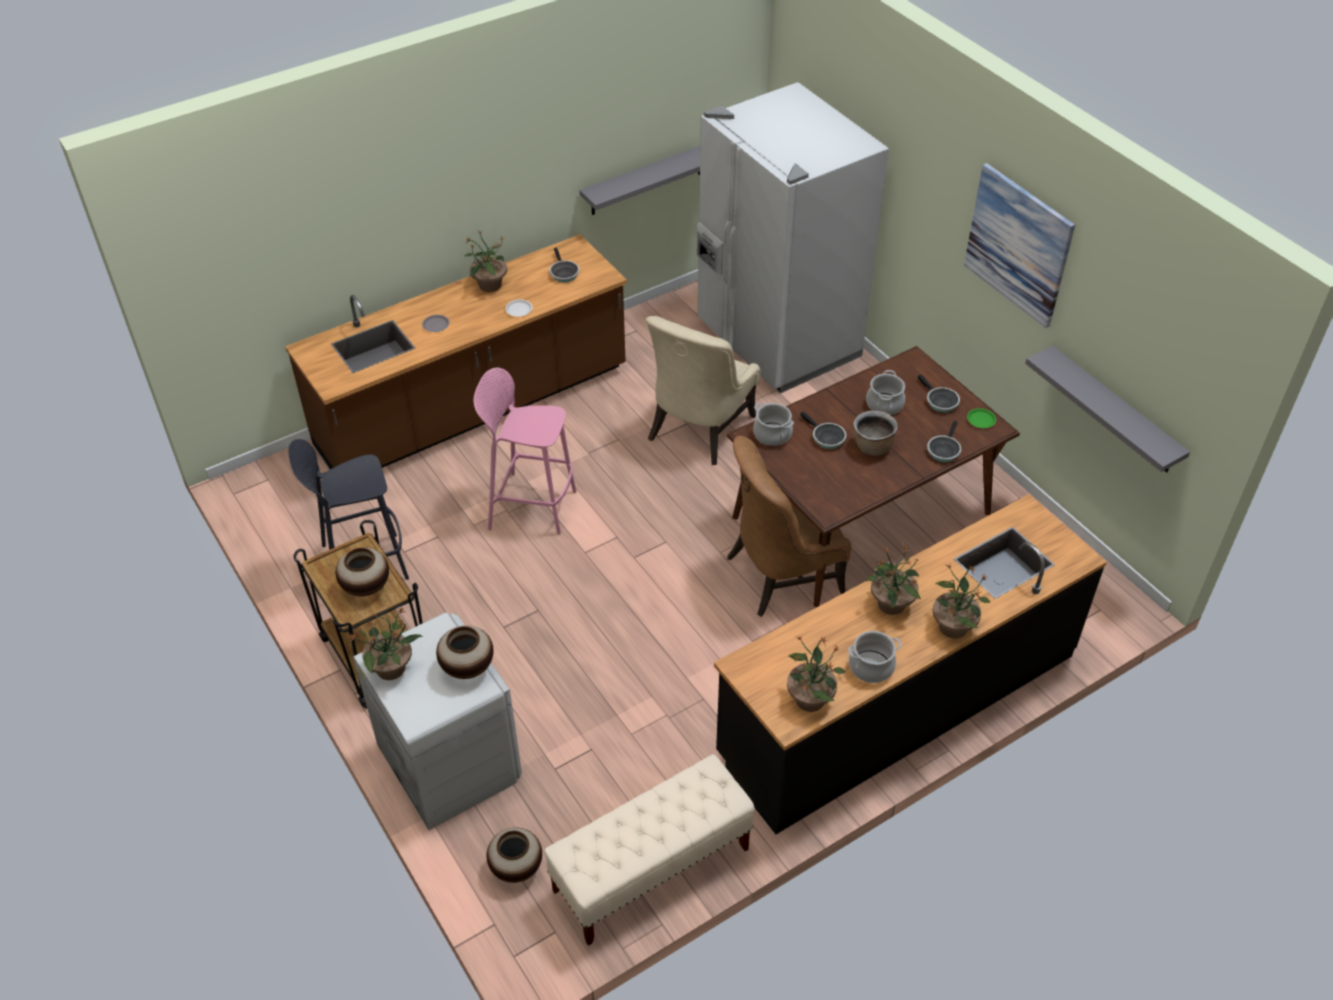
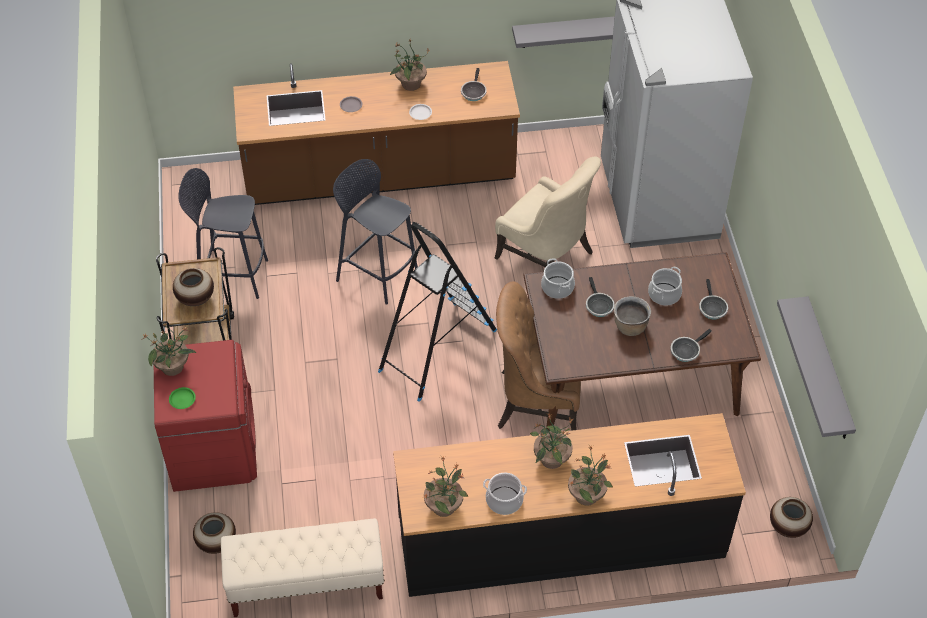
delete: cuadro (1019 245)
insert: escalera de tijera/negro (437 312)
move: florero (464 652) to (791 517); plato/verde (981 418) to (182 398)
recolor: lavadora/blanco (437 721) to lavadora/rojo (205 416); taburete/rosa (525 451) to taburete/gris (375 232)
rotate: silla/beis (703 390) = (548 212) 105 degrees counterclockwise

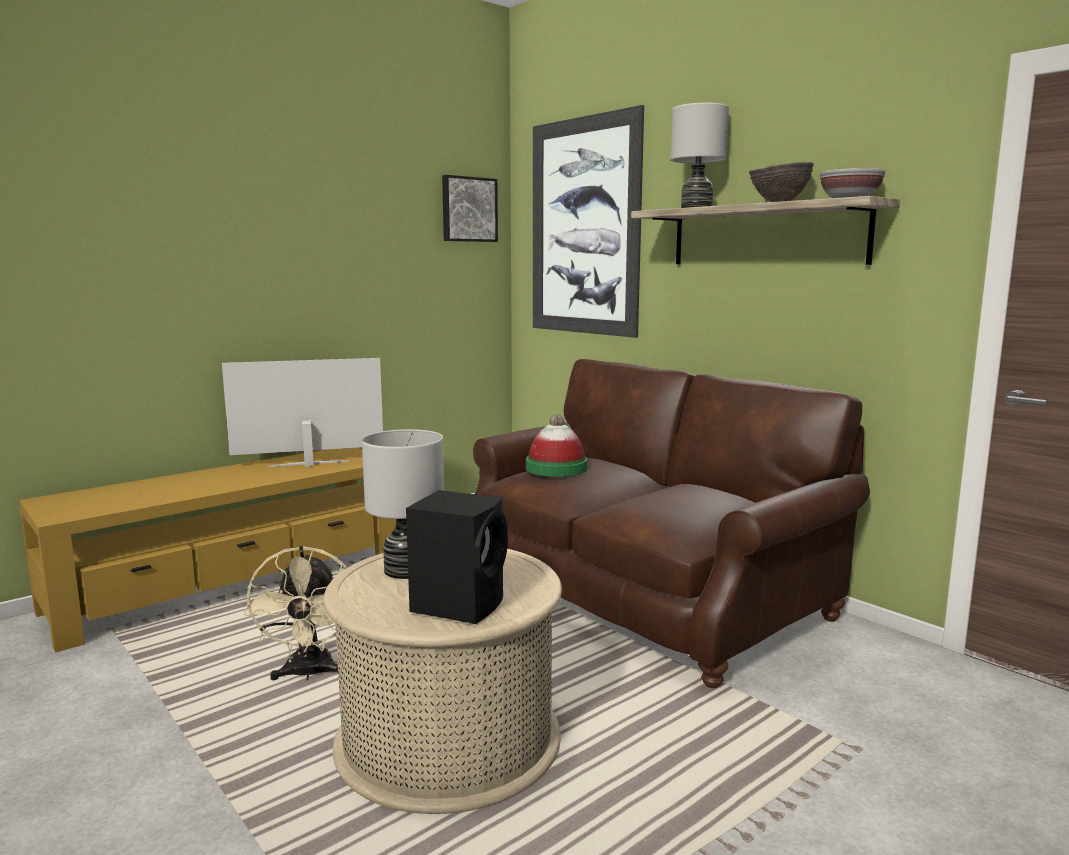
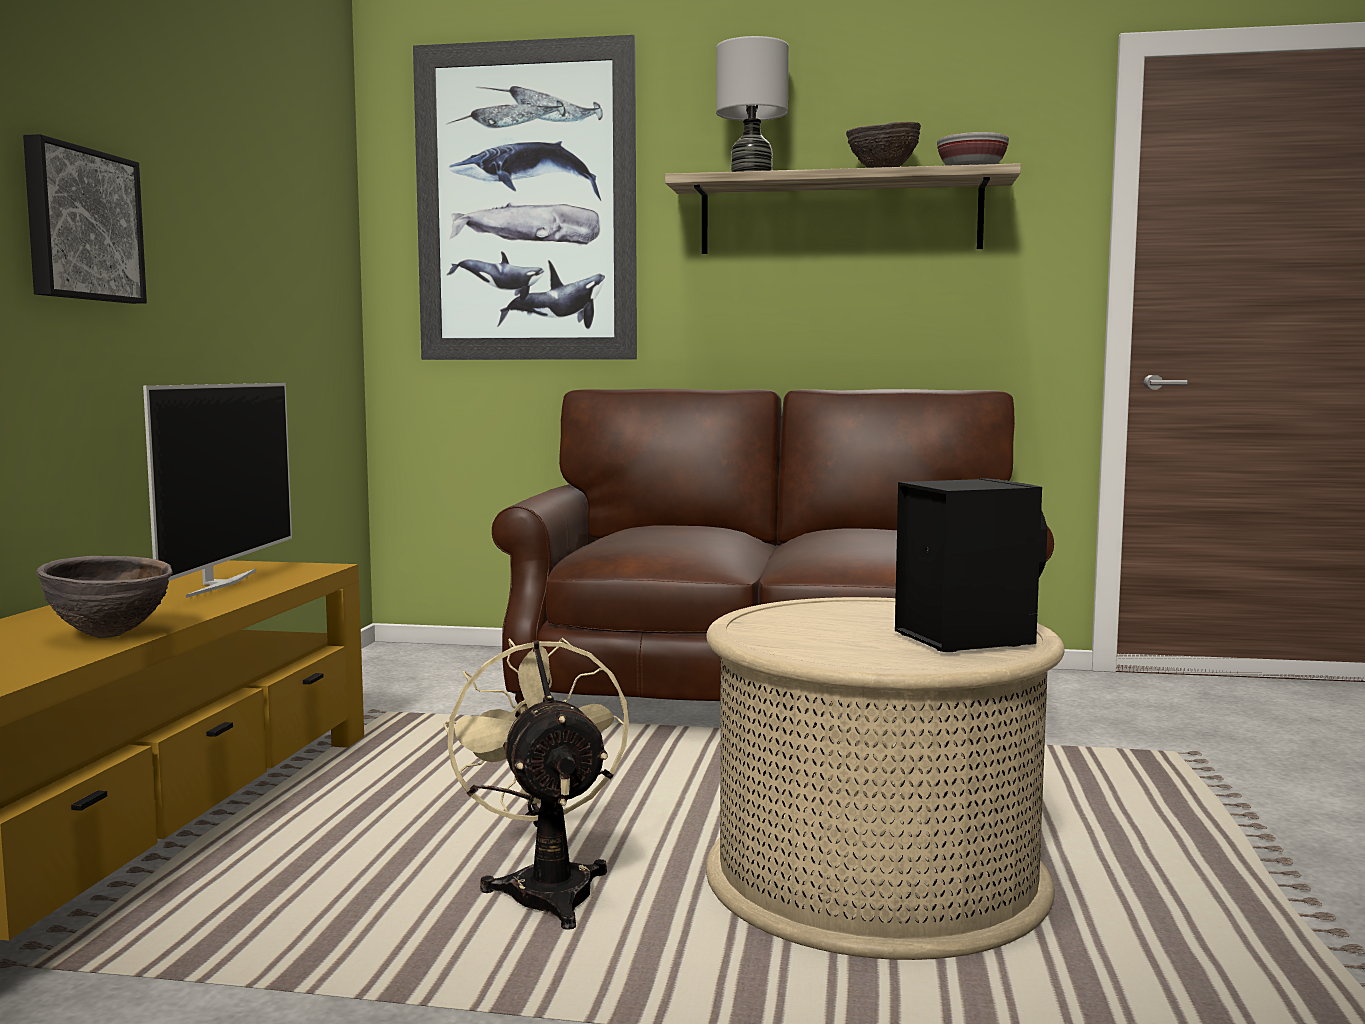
delete: lámpara de mesa/gris (403 504); sombrero (557 445)
insert: cuenco/marrón (104 597)
move: cuadro (470 208) to (85 219)
rotate: televisor (302 412) = (217 490) 150 degrees clockwise; ventilador/beis (295 613) = (536 784) 150 degrees counterclockwise

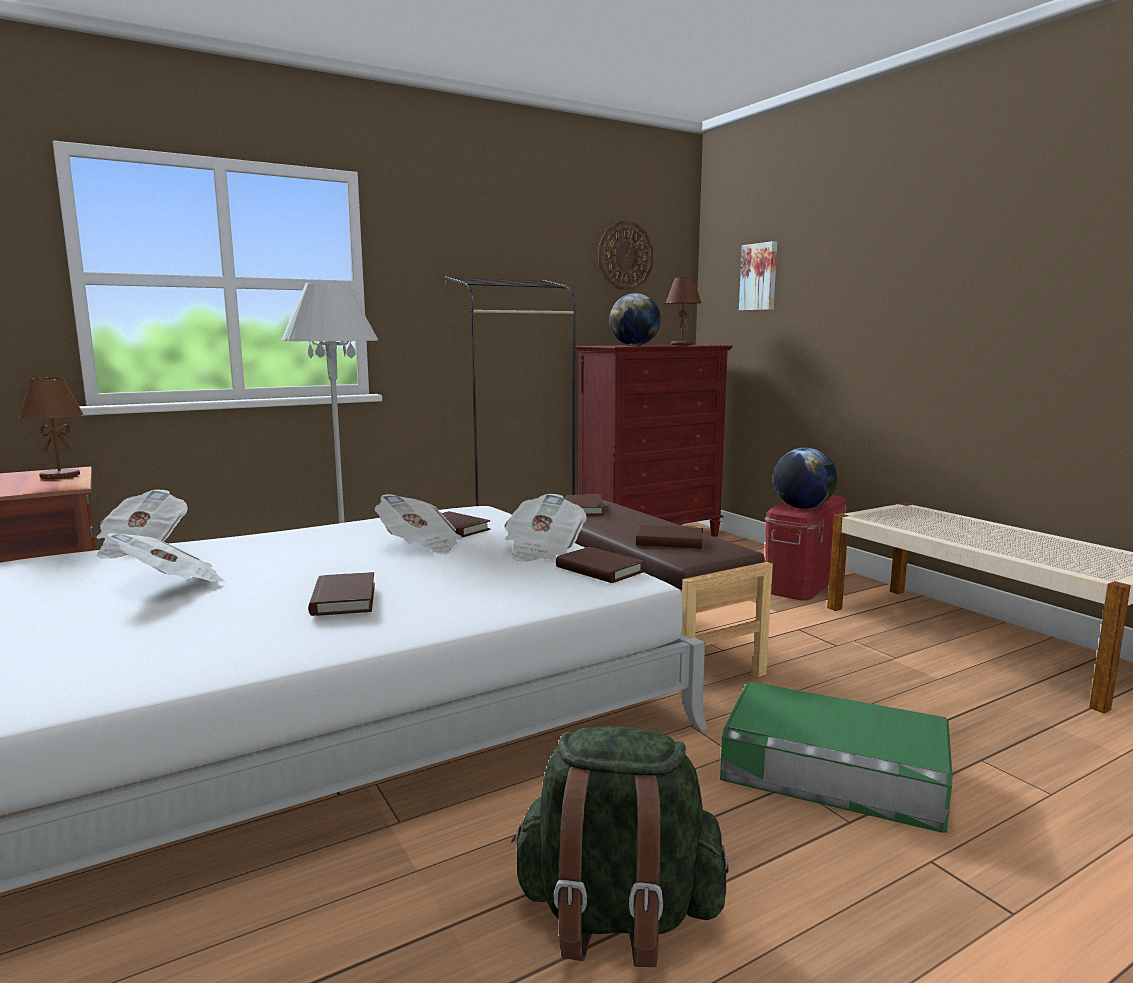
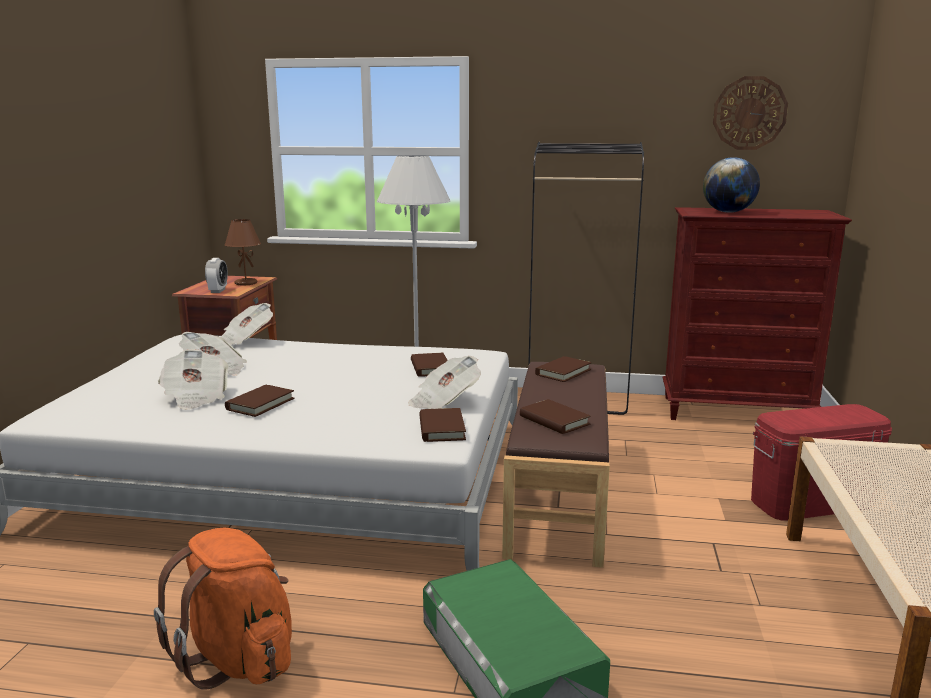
delete: lámpara de mesa/marrón (683 311); cuadro (758 276); globo terráqueo (805 478)
insert: despertador (216 275)
move: periódico (418 524) to (193 379)
recolor: mochila/verde (620 846) to mochila/naranja (223 609)

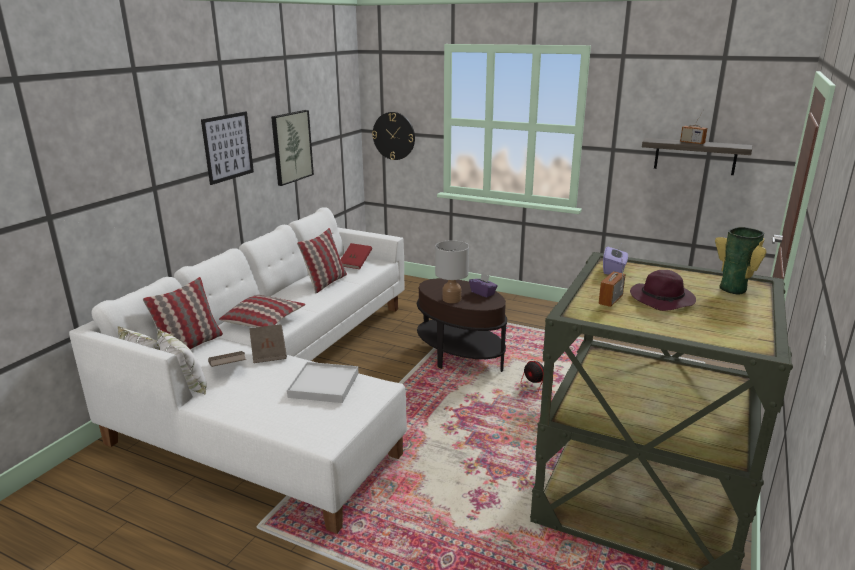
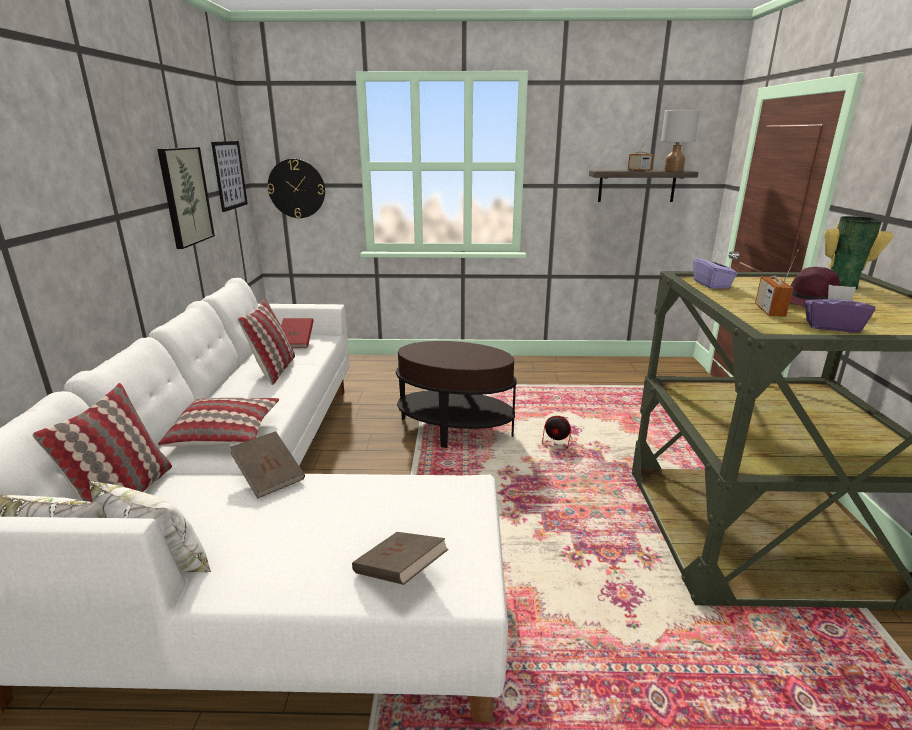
delete: bandeja/blanco (323 382)
move: cuadro (227 148) to (229 176); libro/marrón (227 359) to (400 558); lámpara de mesa/gris (452 271) to (680 140); caja de pañuelos/morado (483 285) to (840 309)

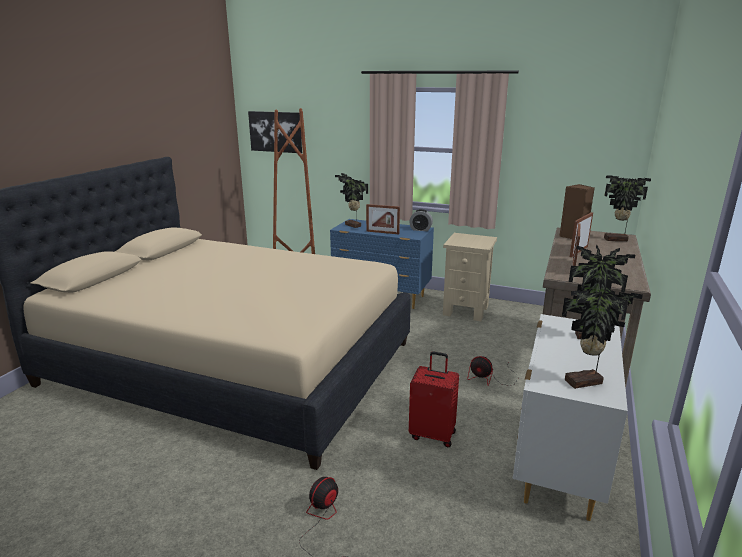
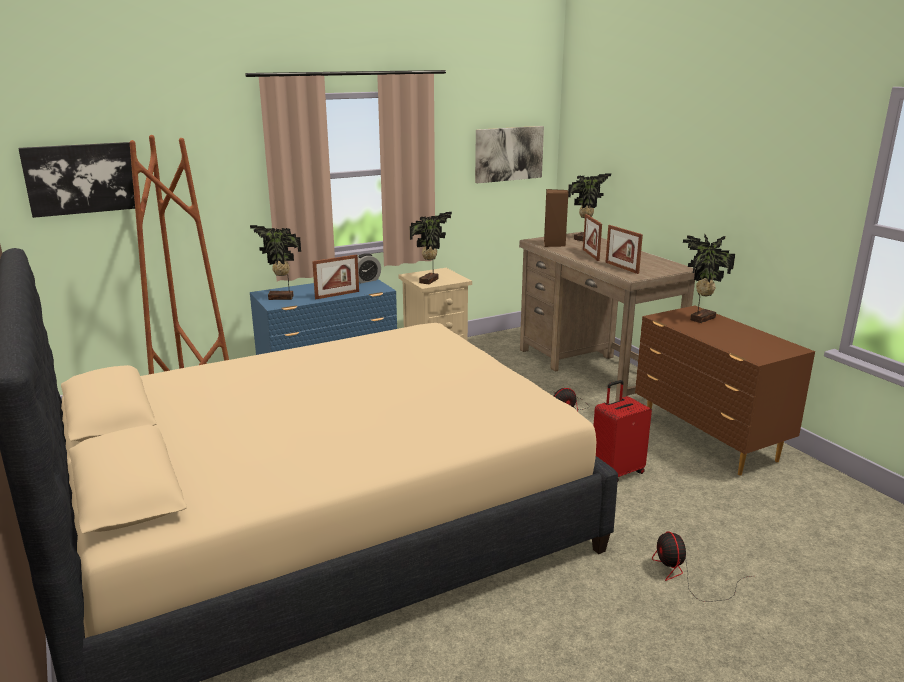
insert: cuadro (509 154)
move: planta en maceta (602 339) to (431 248)
recolor: cómoda/blanco (570 417) to cómoda/marrón (725 390)

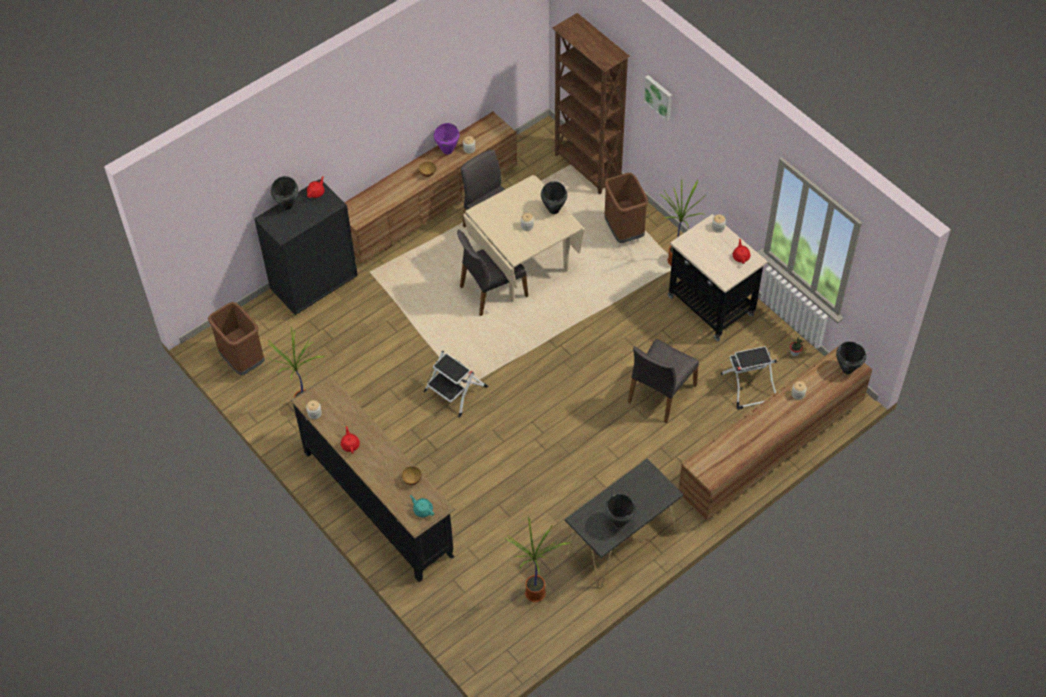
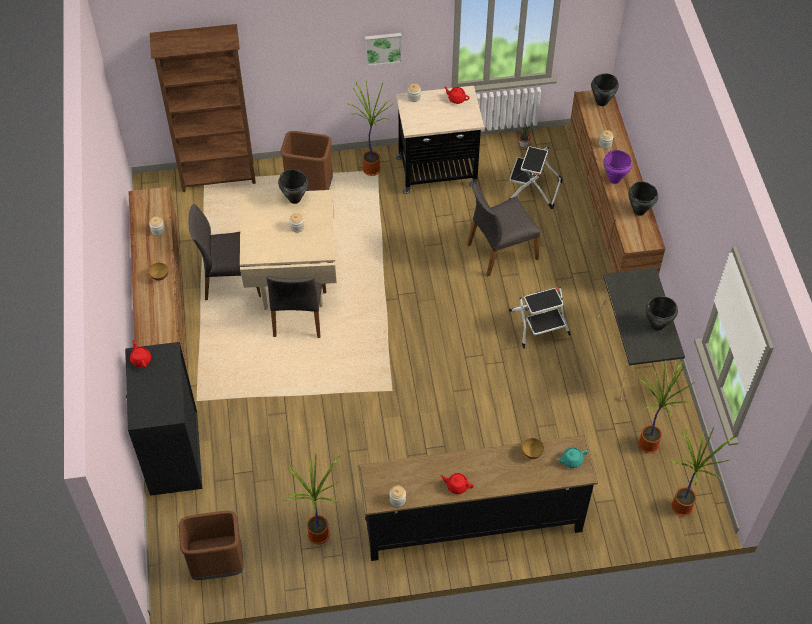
insert: planta en maceta (702 471)
move: olla/negro (284 193) to (643 198); escalera de tijera (455 384) to (540 318); olla/morado (446 139) to (617 167); cuadro (657 98) to (383 49)
rotate: silla/gris (663 381) = (503 229) 90 degrees clockwise

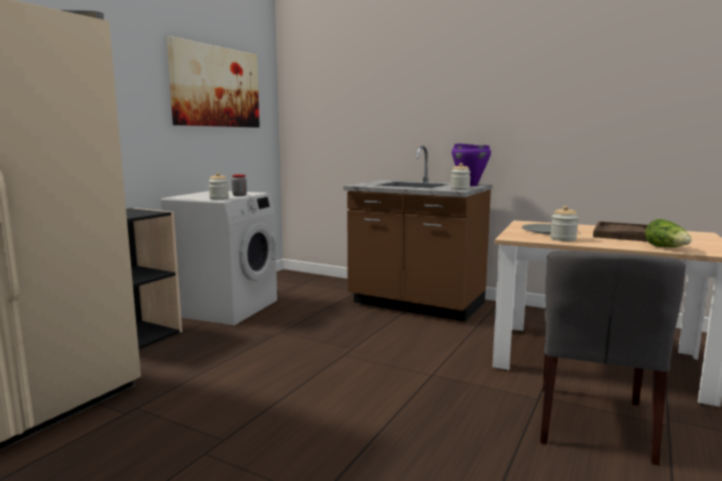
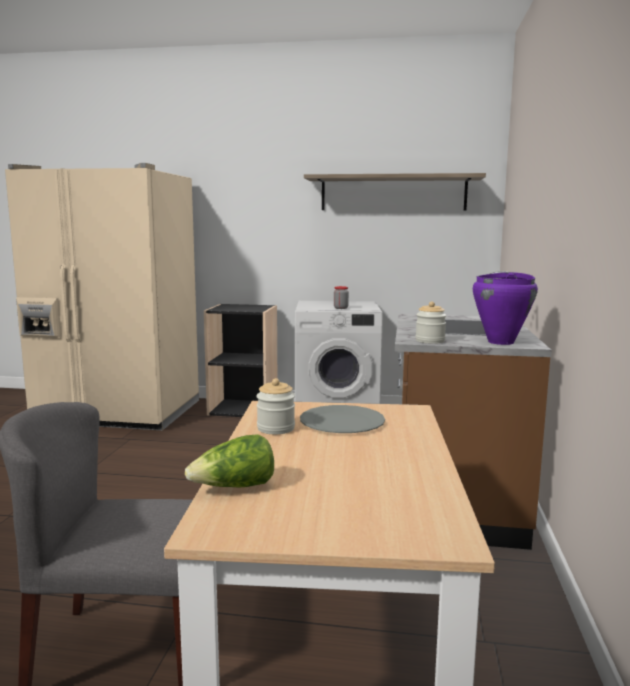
delete: tarro (218 186); bandeja/marrón (620 231)
replace: cuadro (213 81) to estante (395 192)

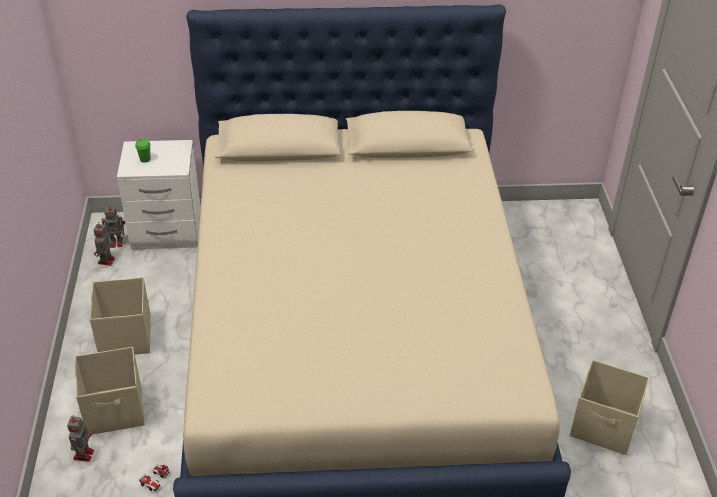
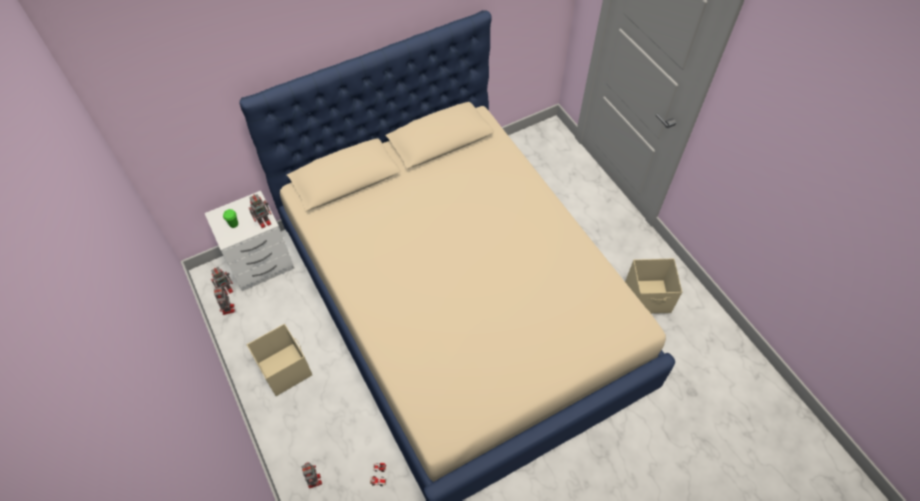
delete: caja de almacenaje/beis (110 391)
insert: robot de juguete (260 211)

